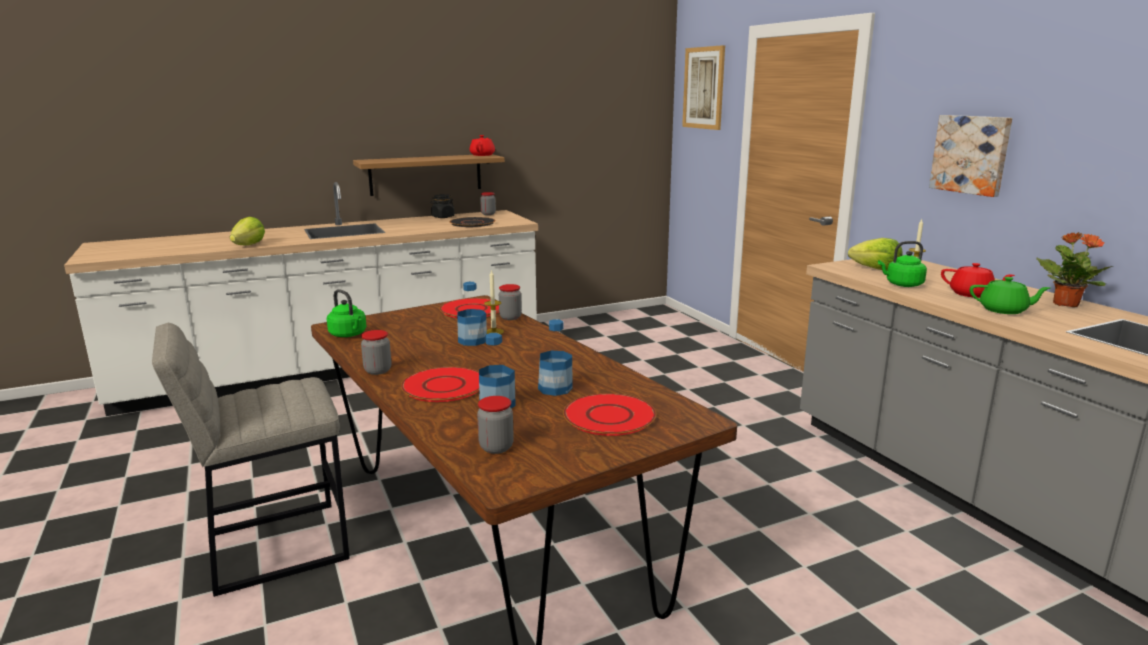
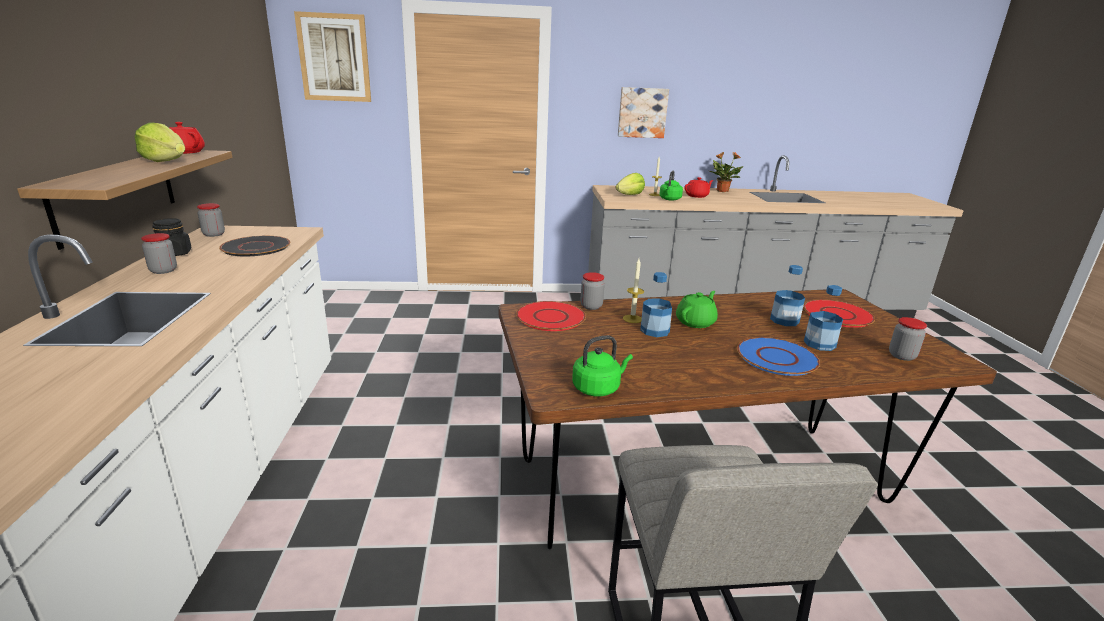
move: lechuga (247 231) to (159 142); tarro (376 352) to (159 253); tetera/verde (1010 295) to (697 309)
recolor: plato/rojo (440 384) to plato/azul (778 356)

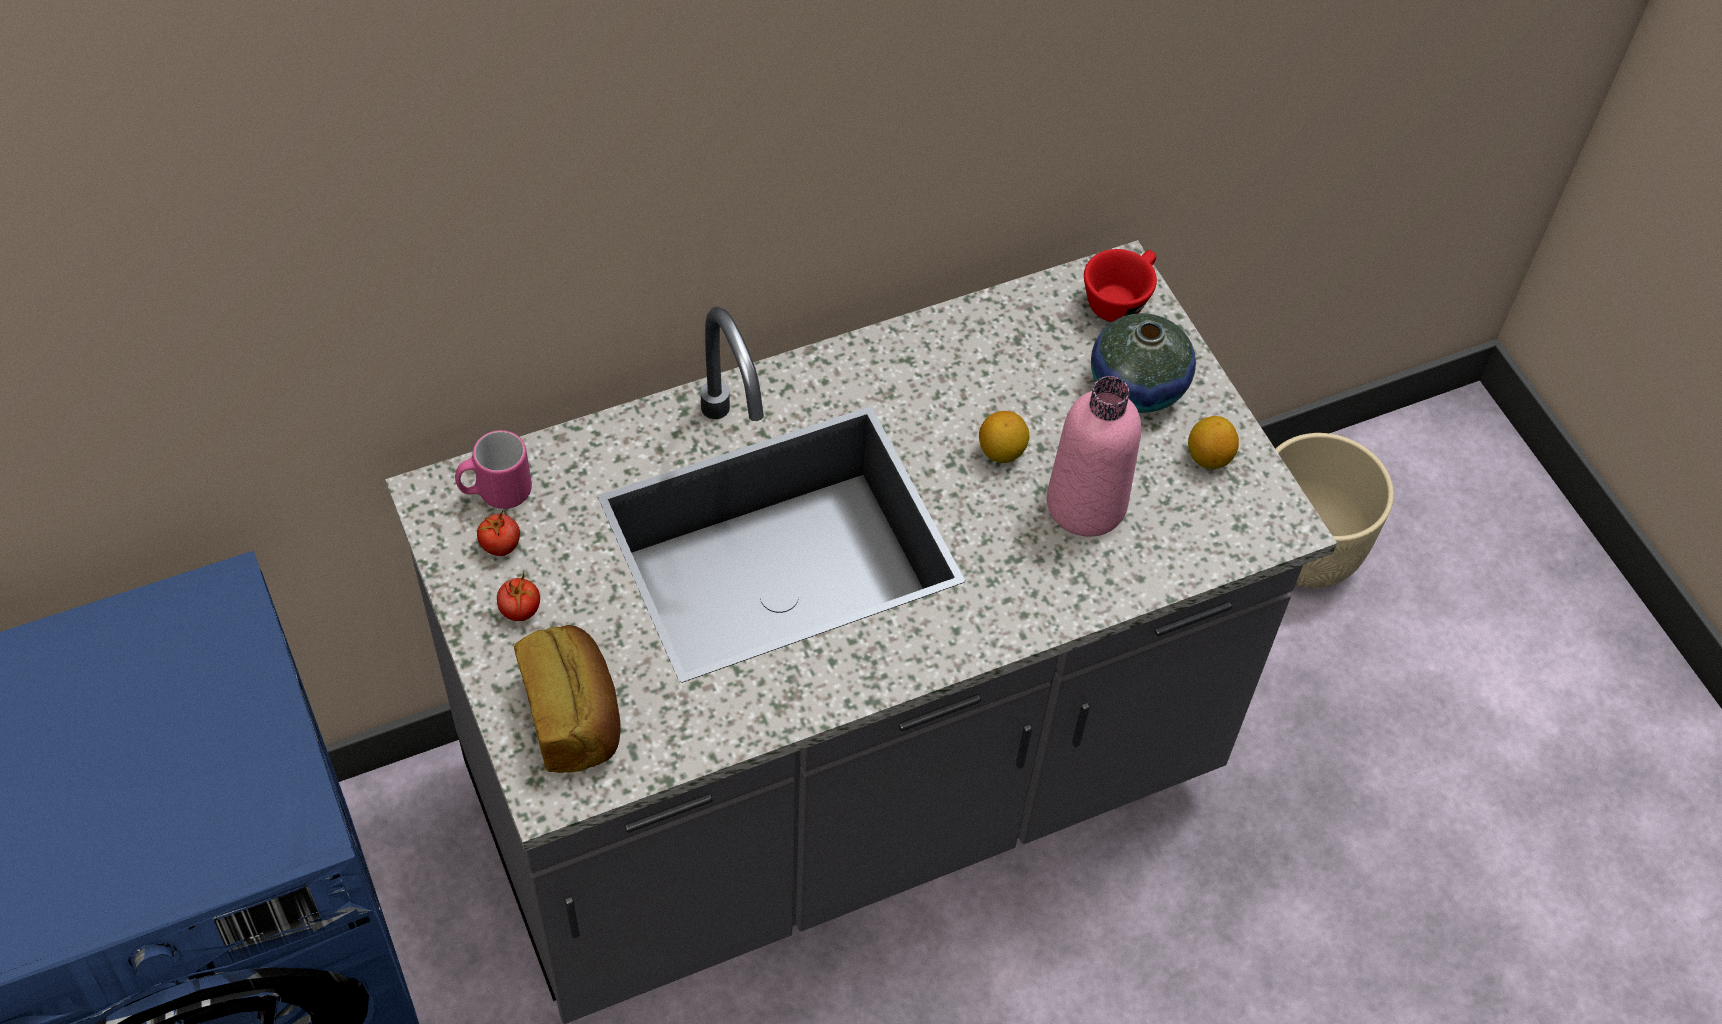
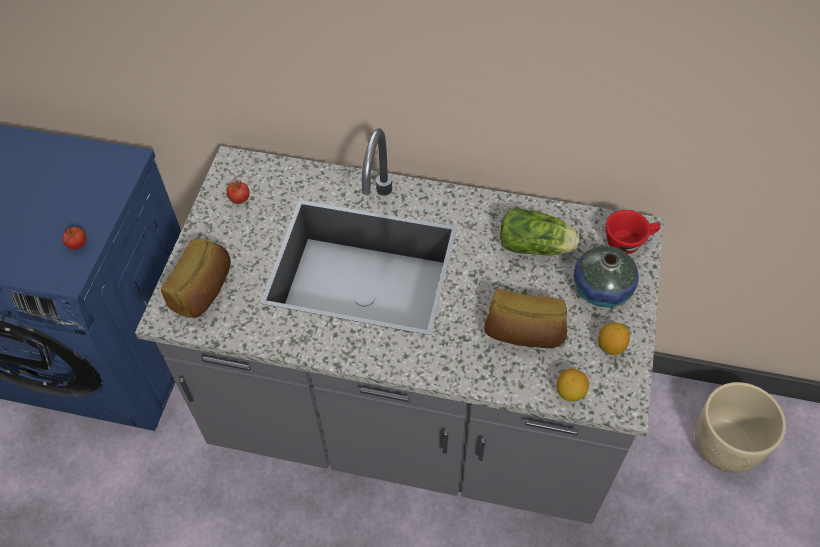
delete: taza grande/rosa (493 469)
insert: lechuga (540 231)
move: tomate (518 596) to (74 238); limón (1004 437) to (572 385)
replace: botella/rosa (1093 456) to pan (525 318)

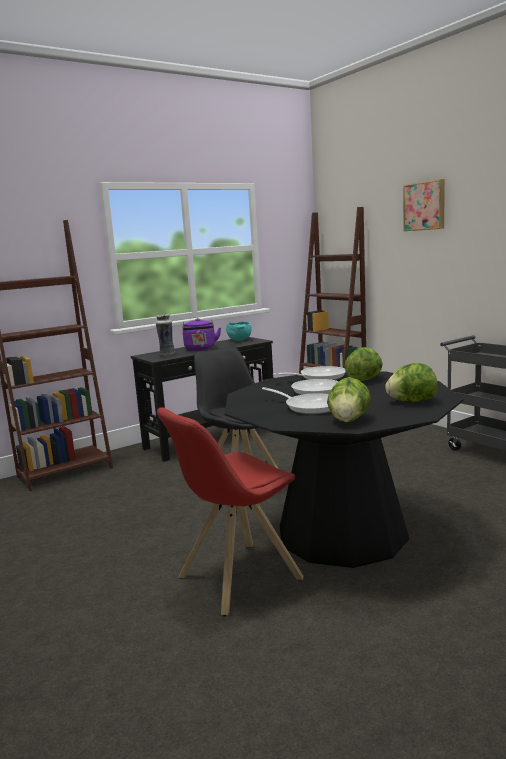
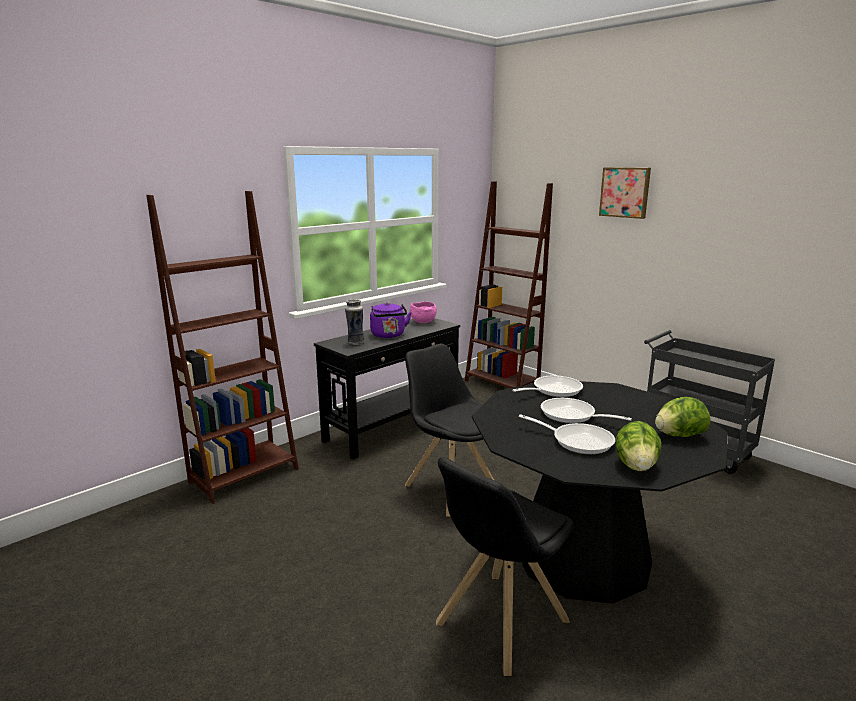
delete: lechuga (364 364)
recolor: silla/rojo (230 511) to silla/negro (505 567); cuenco/turquesa (238 331) to cuenco/rosa (423 312)

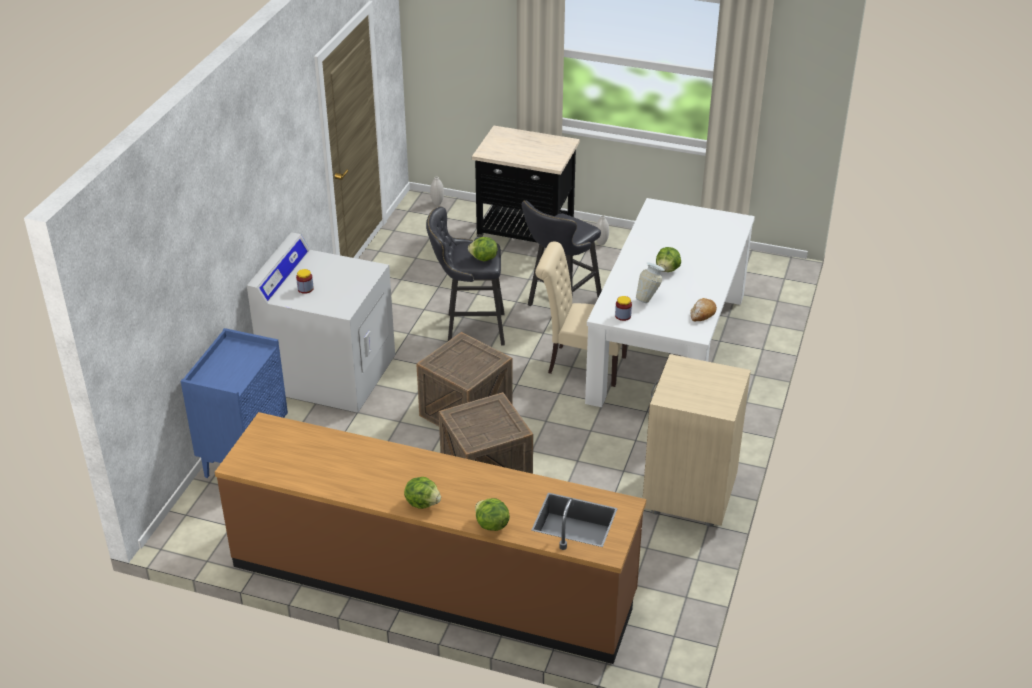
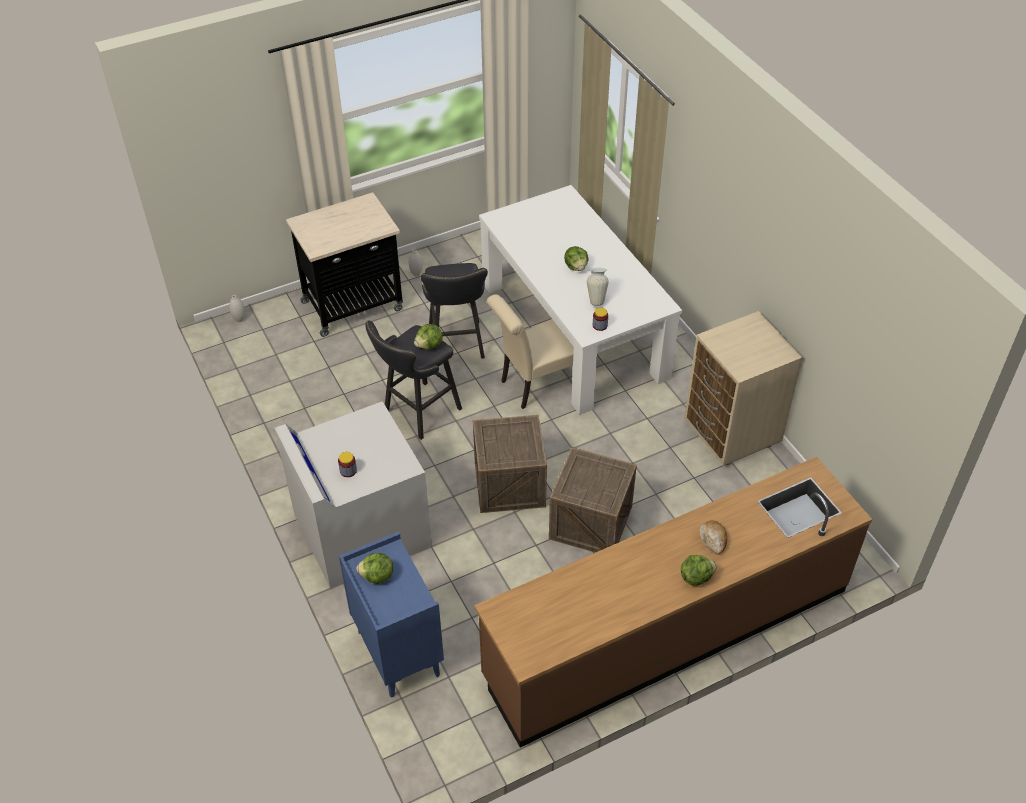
move: lechuga (492 514) to (374 568); pan (703 310) to (713 537)

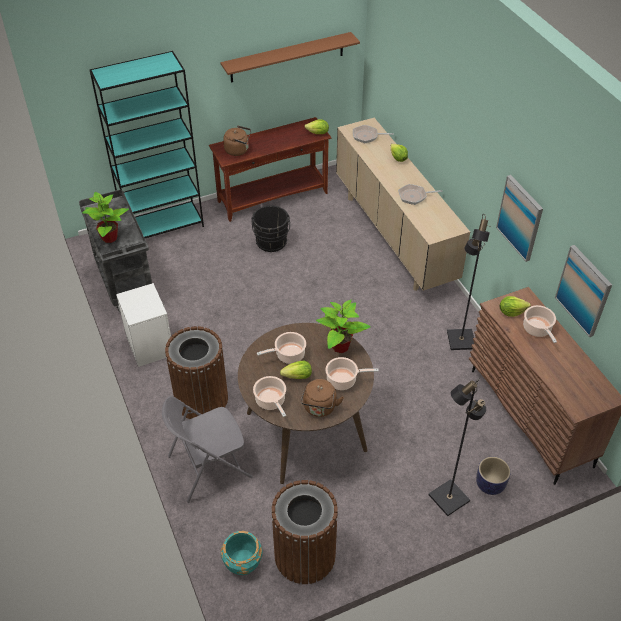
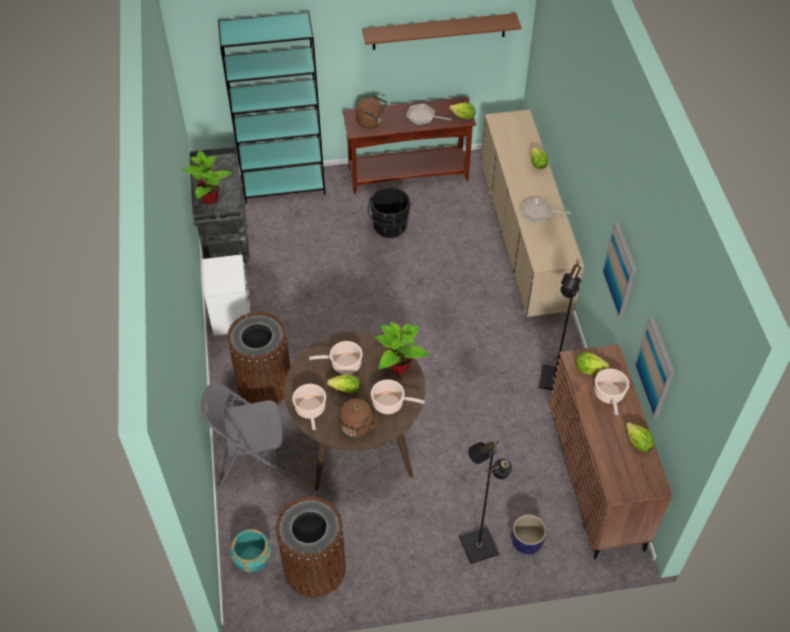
insert: lechuga (640 437)
move: sartén (373 134) to (428 114)

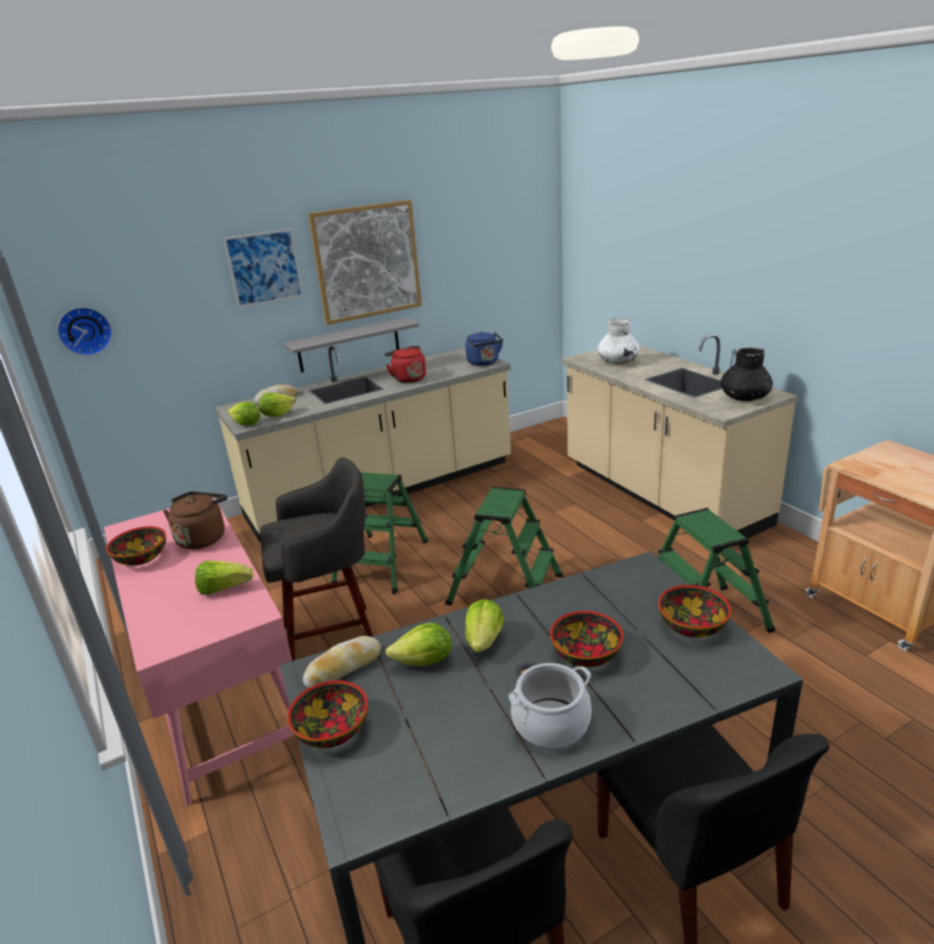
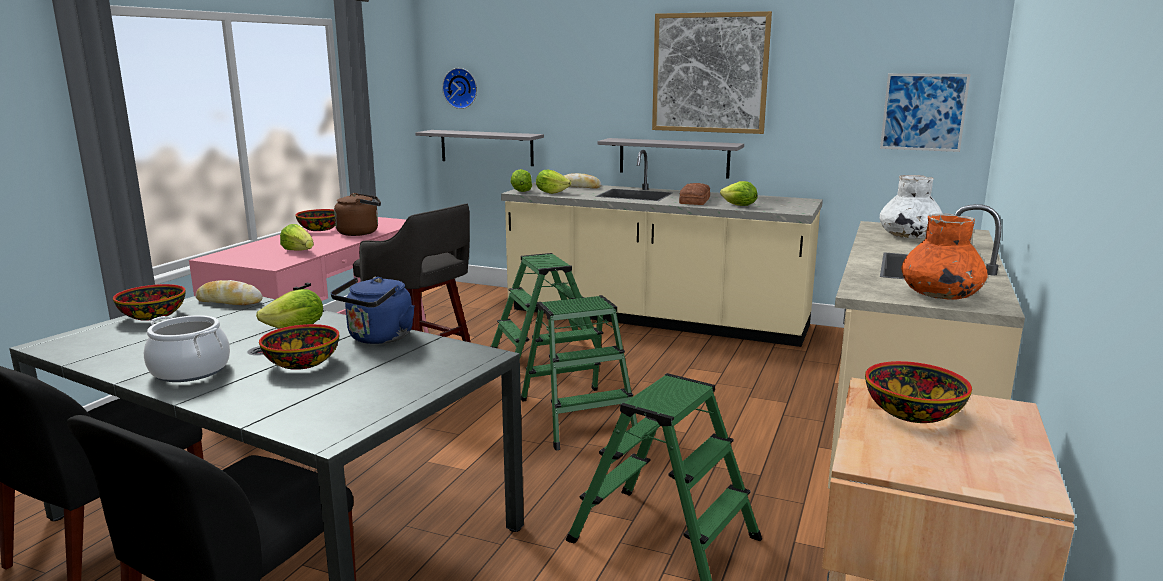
insert: estante/gris (479 148)
move: cuadro (263 268) to (925 112); lechuga (418 644) to (738 193); hervidor/azul (484 348) to (373 310); cuenco (694 611) to (918 392)
replace: hervidor/rojo (405 364) to pan (694 194)
recolor: florero/negro (747 374) to florero/naranja (944 256)

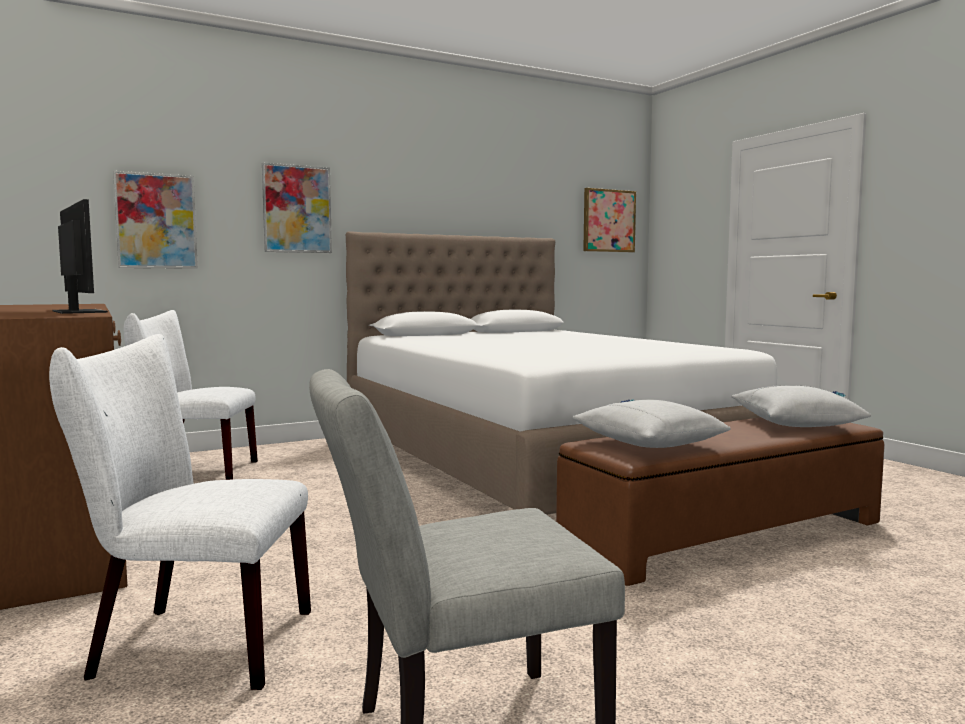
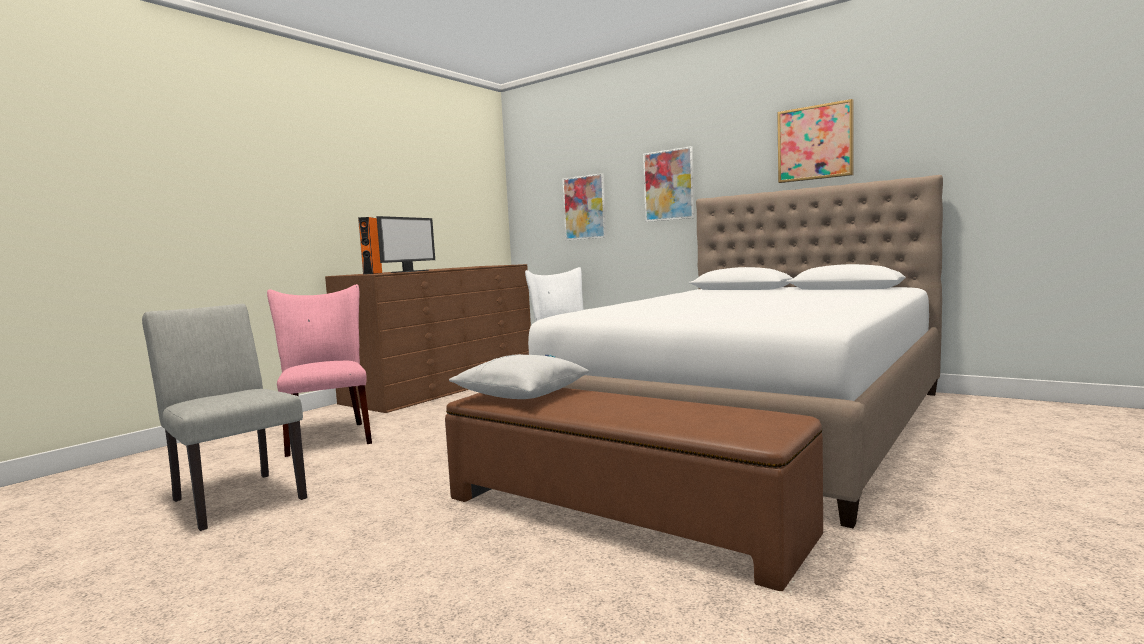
delete: cojín/gris (801 406)
insert: altavoz/naranja (370 246)
move: cuadro (609 220) to (815 141)
recolor: silla/blanco (180 512) to silla/rosa (319 370)

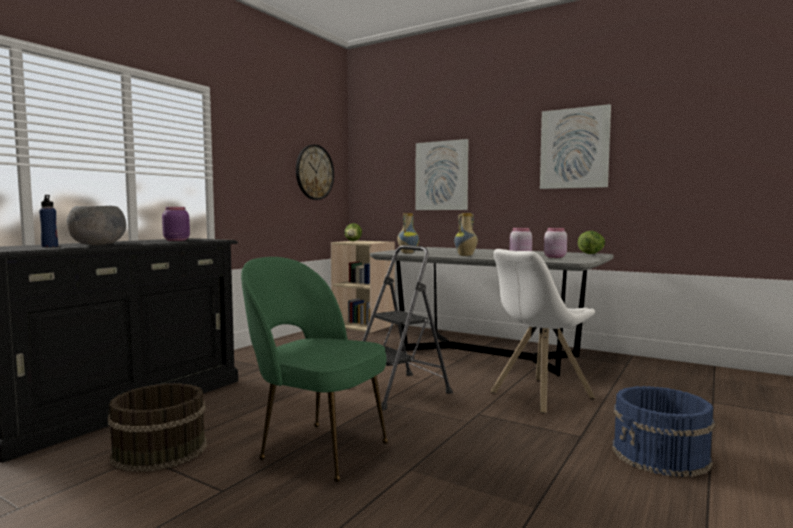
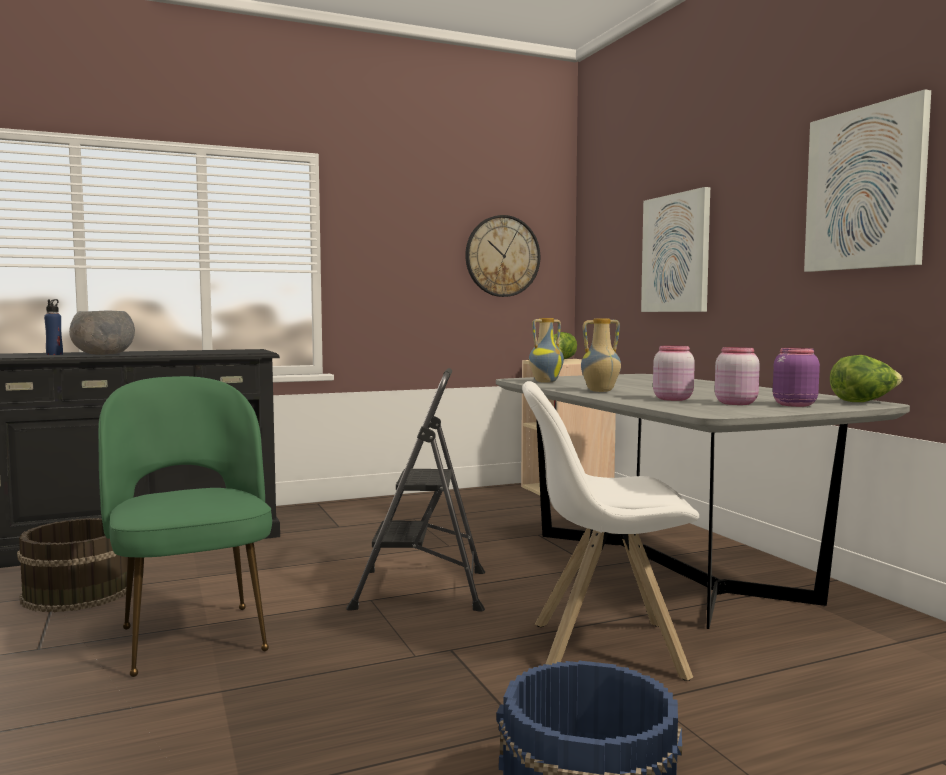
move: tarro/morado (176 224) to (796 377)

